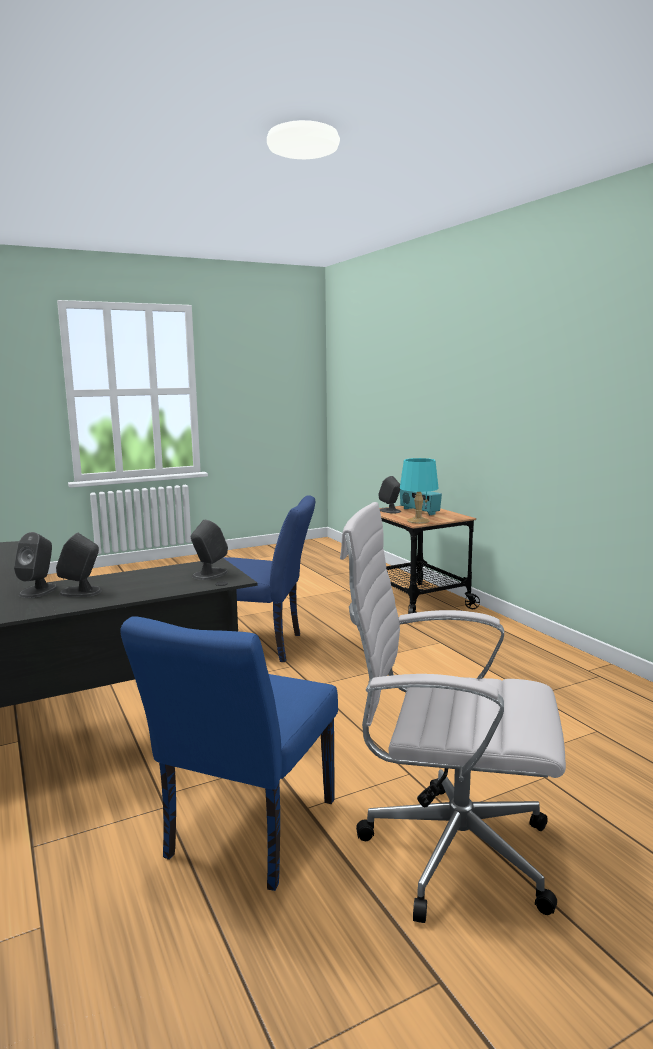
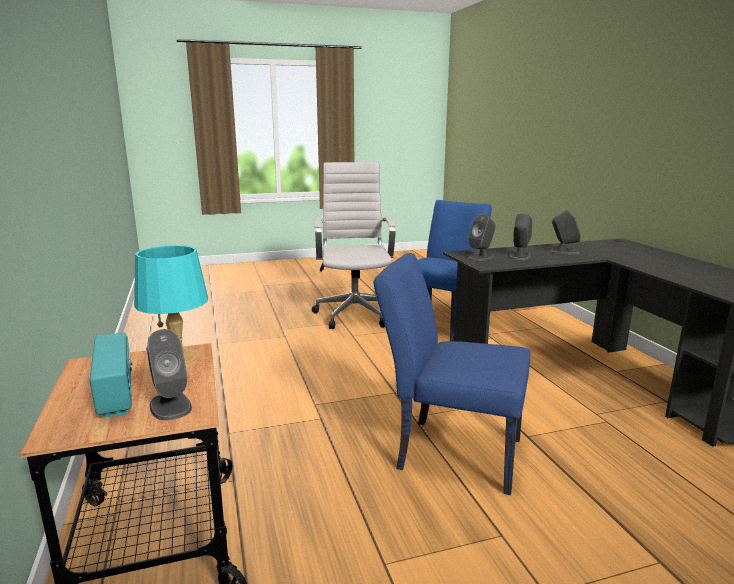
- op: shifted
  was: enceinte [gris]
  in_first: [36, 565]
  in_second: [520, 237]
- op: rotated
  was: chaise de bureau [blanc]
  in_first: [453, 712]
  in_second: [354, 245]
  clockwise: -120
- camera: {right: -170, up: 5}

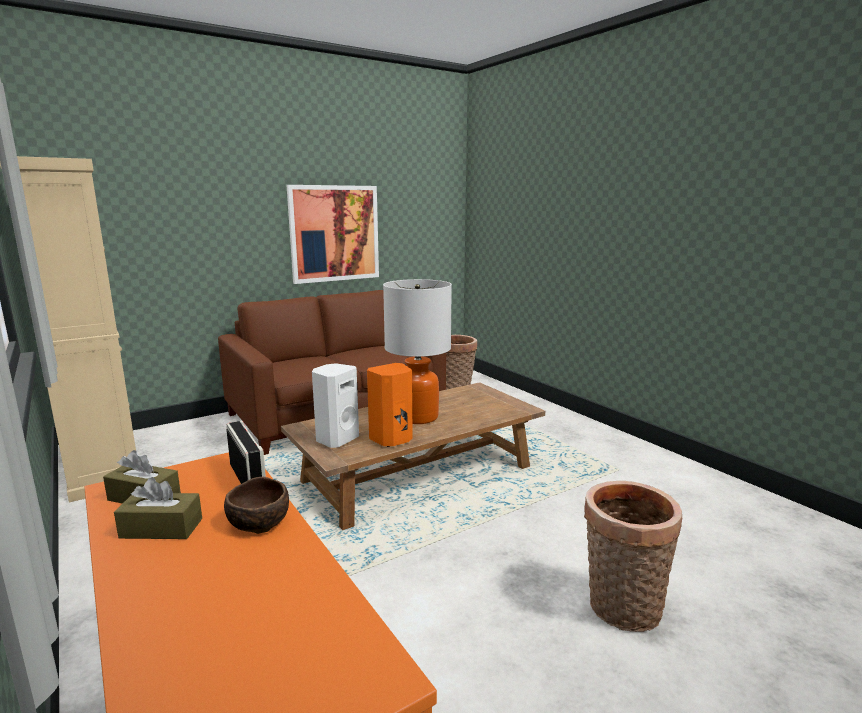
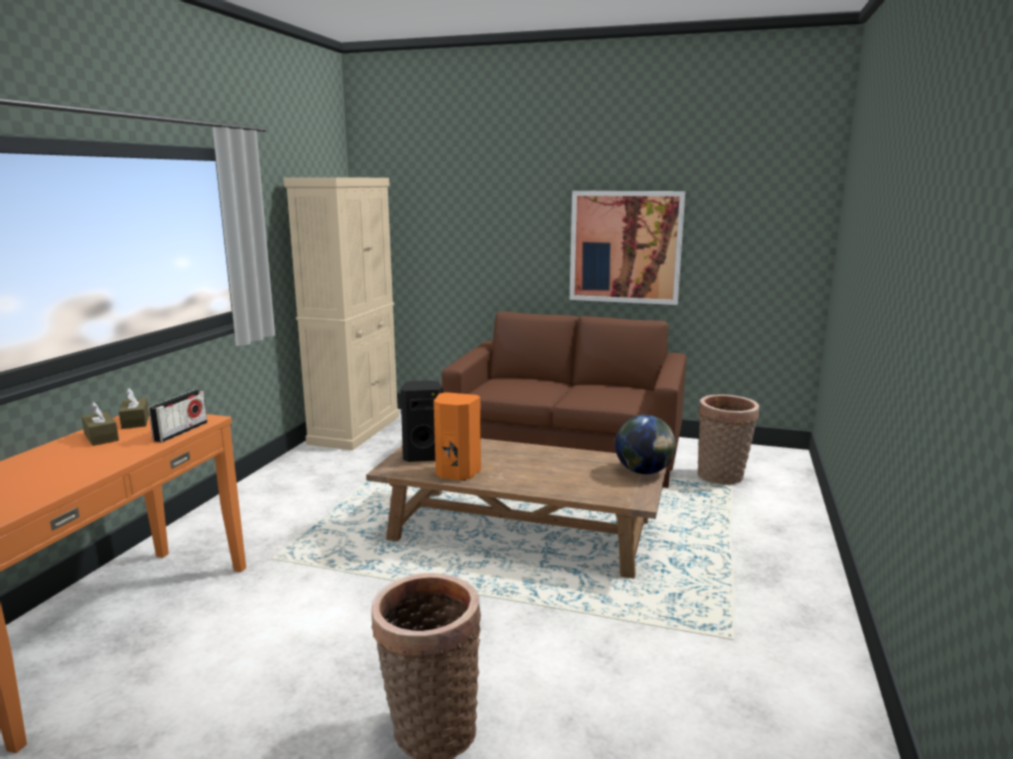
- op: gone
  was: bol [marron]
  in_first: [256, 505]
- op: repainted
  was: enceinte [blanc]
  now: enceinte [noir]
  in_first: [335, 405]
  in_second: [421, 421]
- op: gone
  was: lampe de table
  in_first: [417, 351]
- op: new
  now: globe
  in_second: [645, 444]
- camera: {right: 50, up: 0}

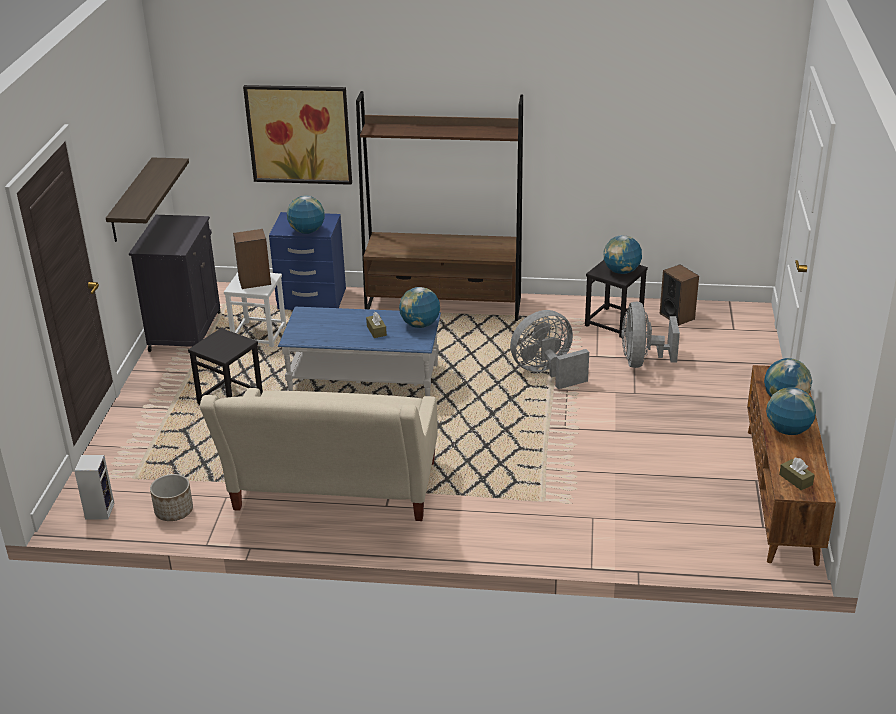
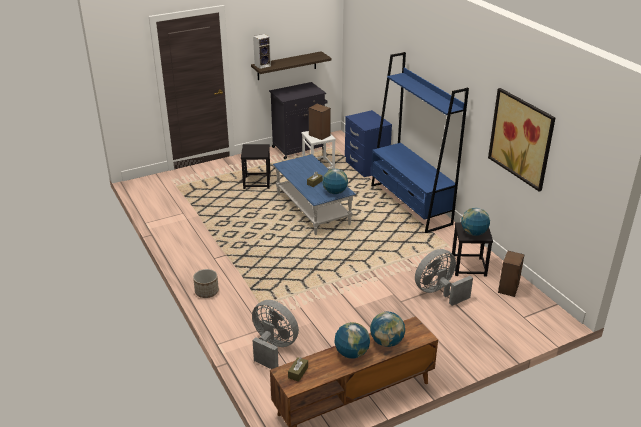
- op: shifted
  was: enceinte
  in_first: [94, 487]
  in_second: [262, 51]
- op: shifted
  was: cache-pot
  in_first: [171, 497]
  in_second: [206, 283]
- op: gone
  was: canapé [beige]
  in_first: [319, 454]
- op: shifted
  was: tableau
  in_first: [297, 135]
  in_second: [522, 140]
- op: gone
  was: globe
  in_first: [306, 214]
- op: repainted
  was: bibliothèque [marron]
  now: bibliothèque [bleu]
  in_first: [439, 206]
  in_second: [420, 142]
- op: shifted
  was: ventilateur [gris]
  in_first: [549, 349]
  in_second: [275, 334]
- camera: {right: 55, up: 0}

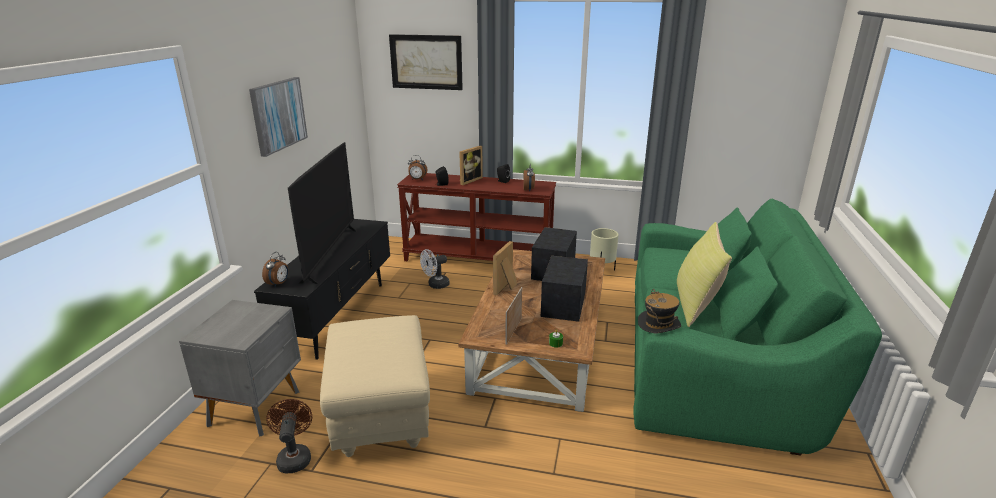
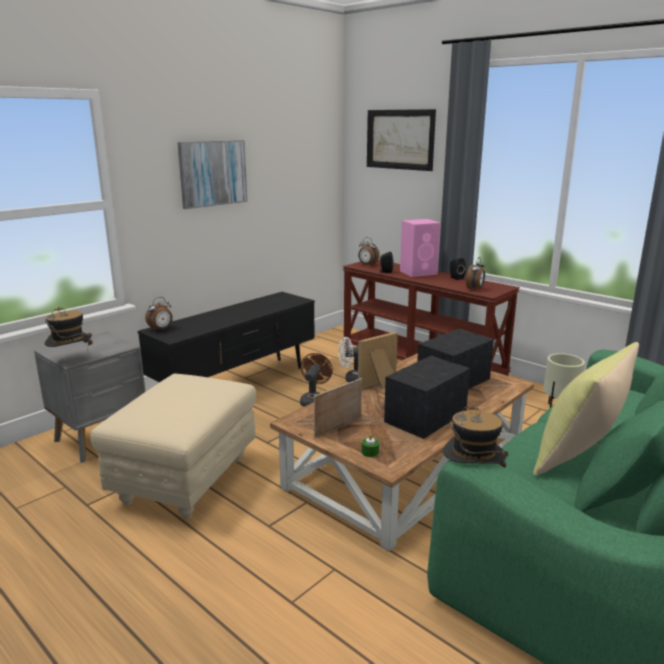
- op: shifted
  was: ventilateur [marron]
  in_first: [289, 436]
  in_second: [316, 380]
- op: gone
  was: téléviseur
  in_first: [322, 213]
- op: swapped
  was: cadre photo
  now: enceinte [rose]
  in_first: [471, 165]
  in_second: [420, 248]
- op: new
  now: chapeau
  in_second: [68, 329]
- camera: {right: 30, up: -5}

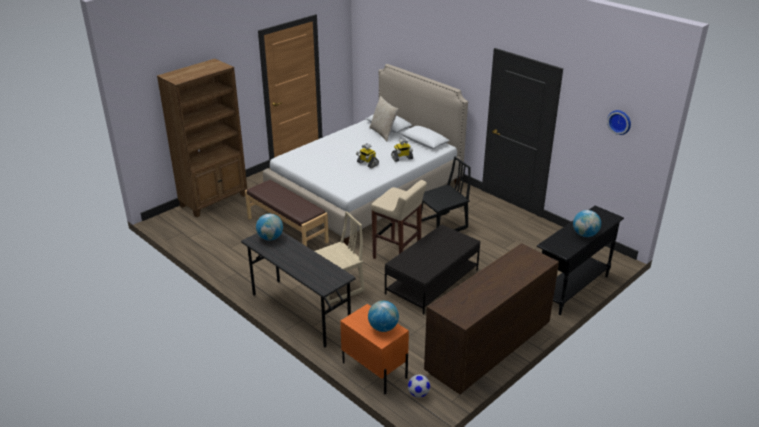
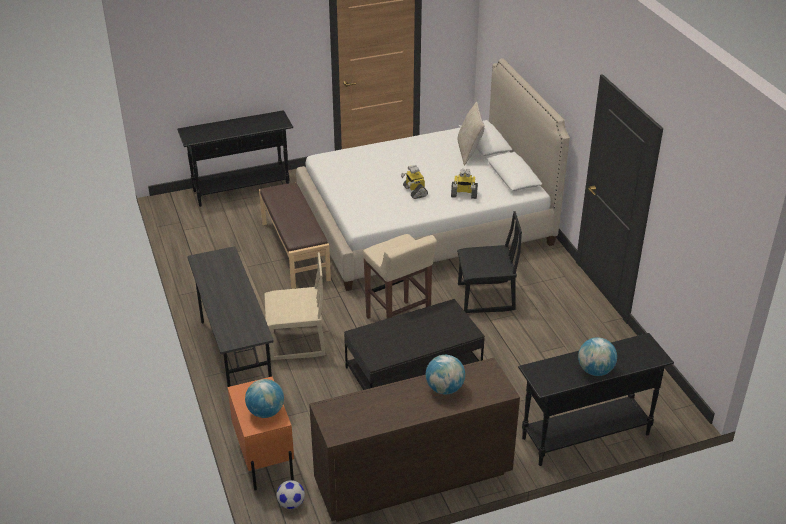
- op: swapped
  was: bibliothèque [marron]
  now: table console [noir]
  in_first: [202, 138]
  in_second: [235, 158]
- op: shifted
  was: globe
  in_first: [269, 227]
  in_second: [445, 375]
- op: gone
  was: horloge murale
  in_first: [619, 122]
- camera: {right: 25, up: 5}

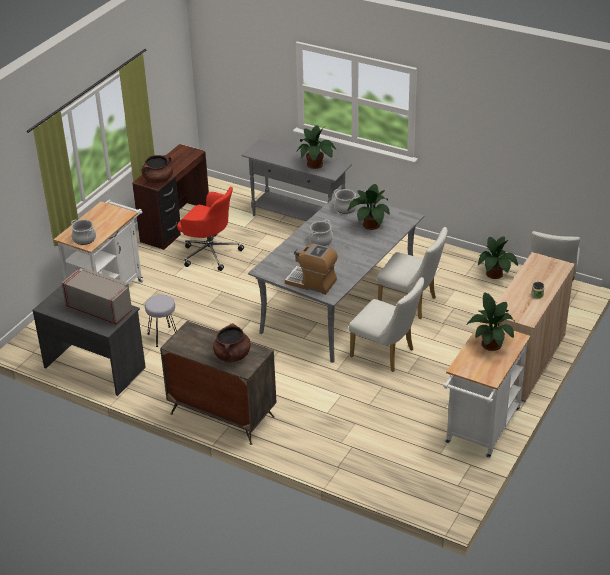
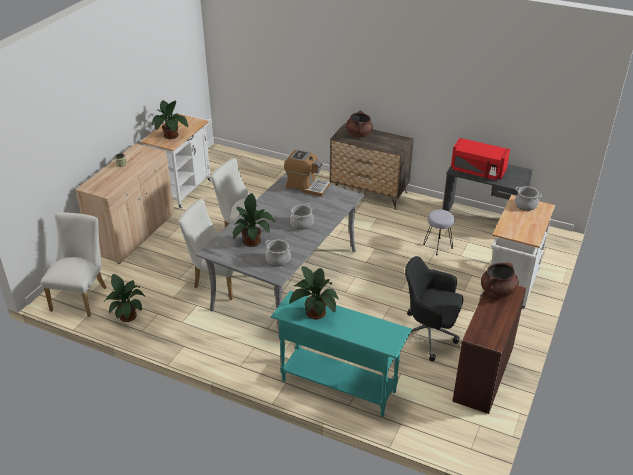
- op: repainted
  was: micro-ondes [gris]
  now: micro-ondes [rouge]
  in_first: [96, 296]
  in_second: [480, 159]
- op: repainted
  was: chaise de bureau [rouge]
  now: chaise de bureau [noir]
  in_first: [210, 229]
  in_second: [434, 309]
- op: repainted
  was: table console [gris]
  now: table console [turquoise]
  in_first: [296, 180]
  in_second: [341, 354]
- camera: {right: 175, up: 0}

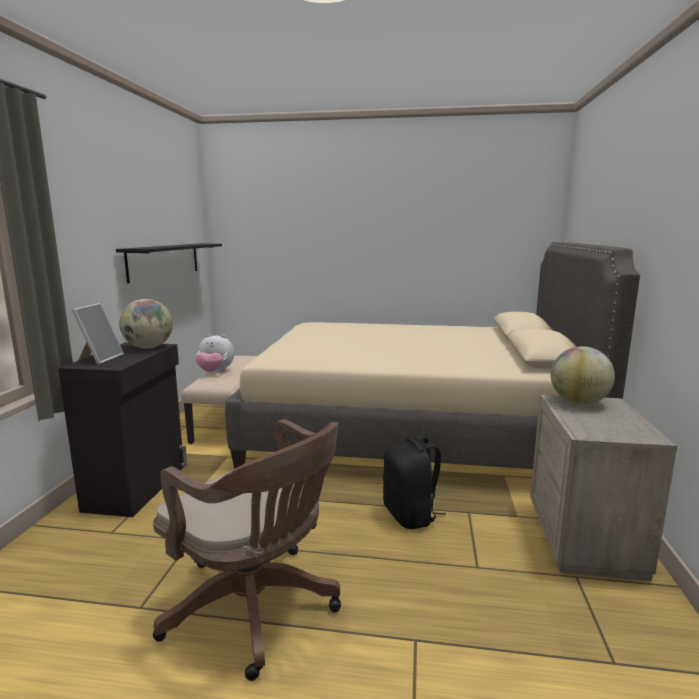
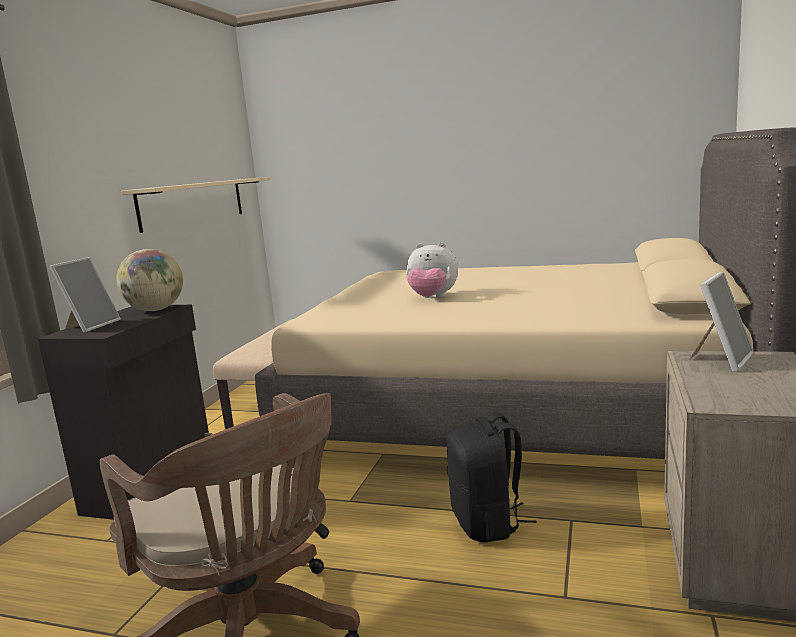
- op: repainted
  was: étagère [noir]
  now: étagère [beige]
  in_first: [169, 264]
  in_second: [196, 205]
- op: shifted
  was: peluche
  in_first: [215, 353]
  in_second: [432, 270]
- op: swapped
  was: globe
  now: cadre photo
  in_first: [582, 375]
  in_second: [721, 322]
- camera: {right: 10, up: 0}

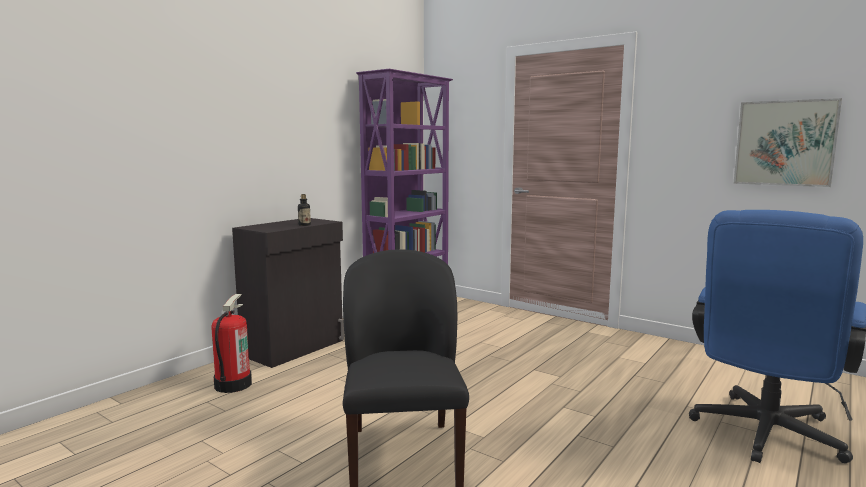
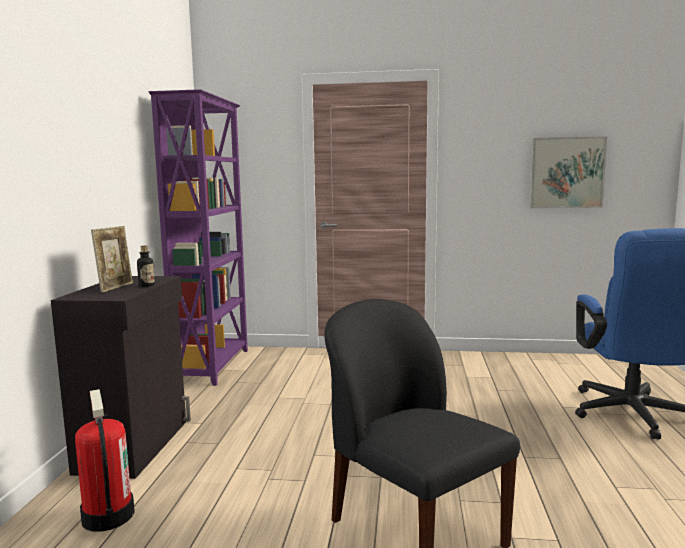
- op: new
  now: cadre photo
  in_second: [112, 259]
- camera: {right: -30, up: 0}

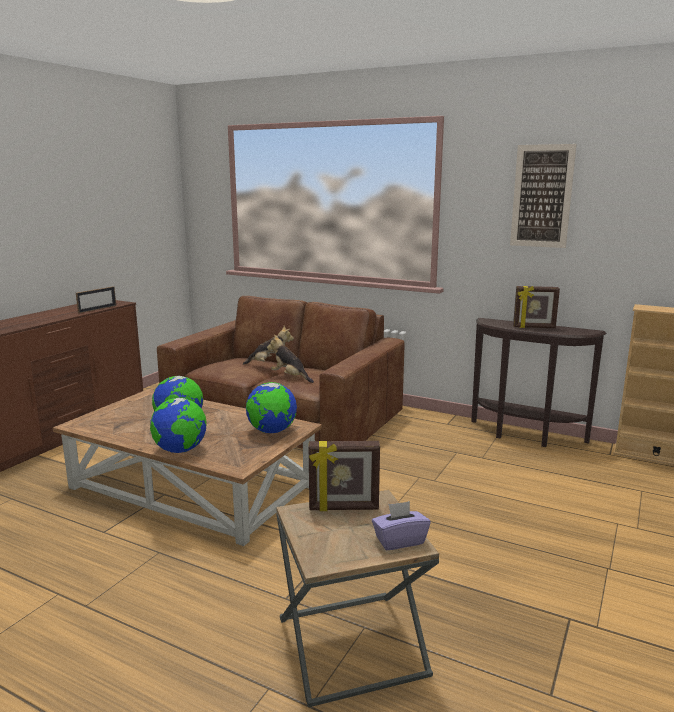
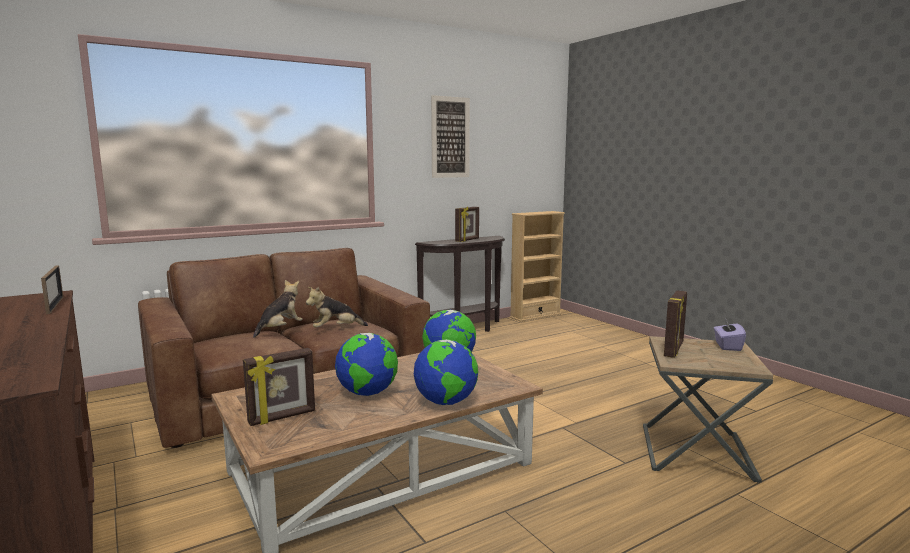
- op: new
  now: cadre photo
  in_second: [279, 387]
- camera: {right: -60, up: -5}

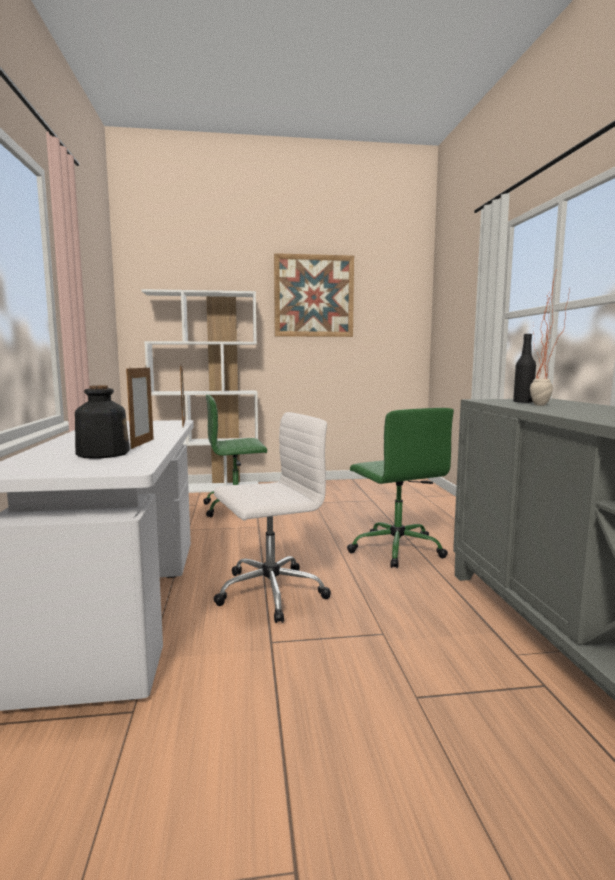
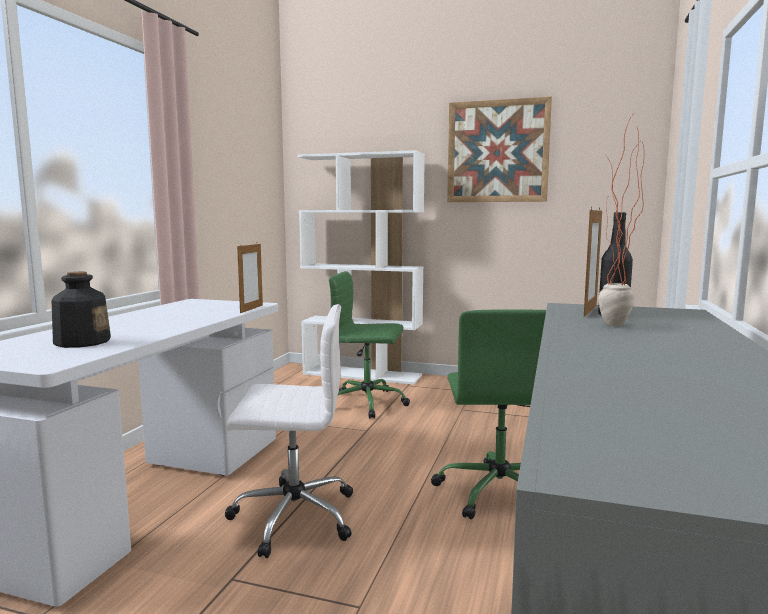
- op: shifted
  was: cadre photo
  in_first: [140, 407]
  in_second: [593, 261]
- camera: {right: 25, up: 0}

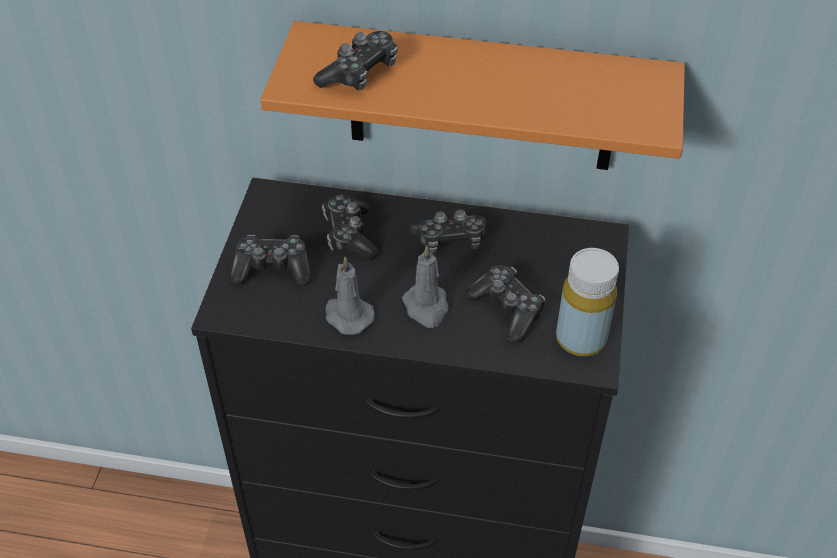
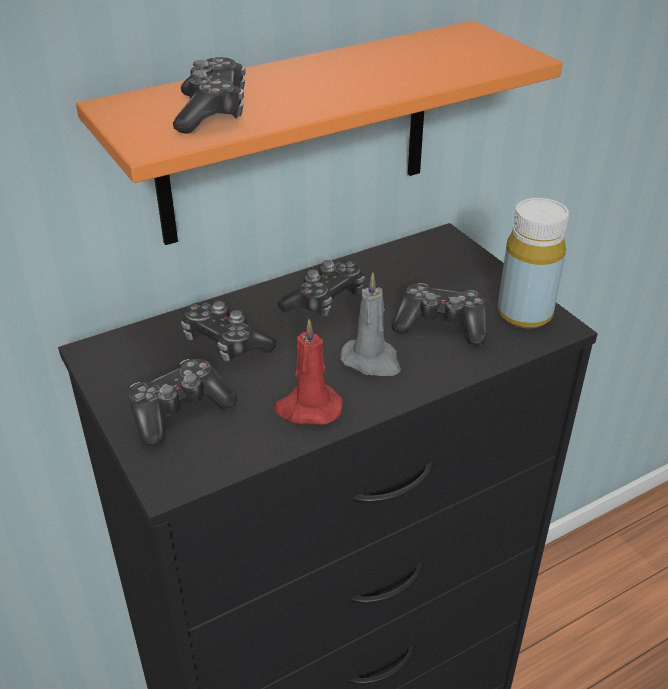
- op: repainted
  was: bougie [gris]
  now: bougie [rouge]
  in_first: [350, 296]
  in_second: [308, 372]
- camera: {right: -40, up: -10}

